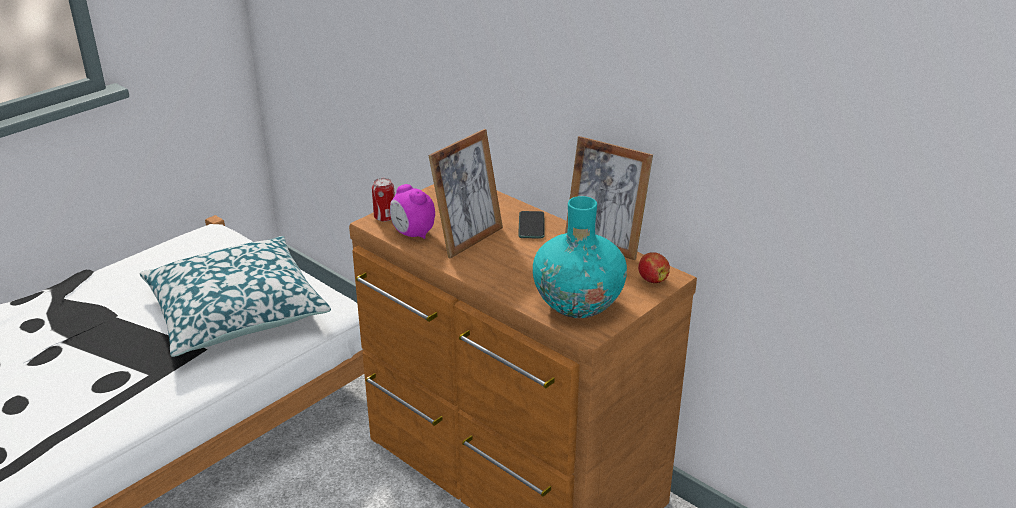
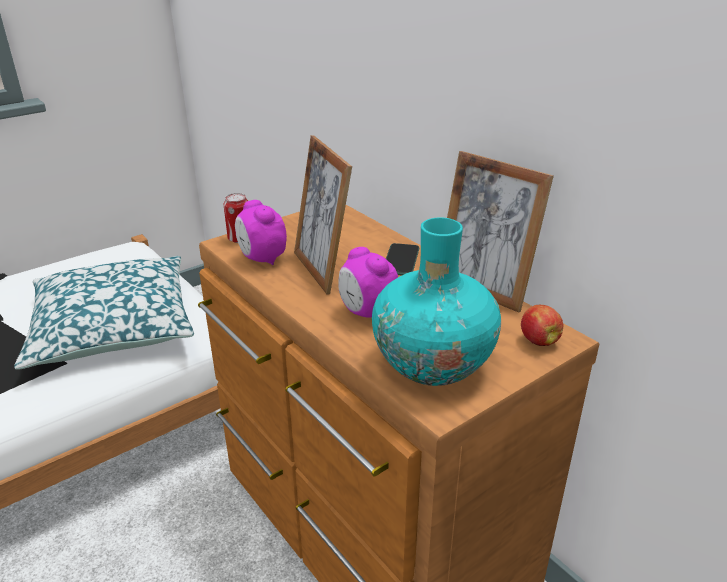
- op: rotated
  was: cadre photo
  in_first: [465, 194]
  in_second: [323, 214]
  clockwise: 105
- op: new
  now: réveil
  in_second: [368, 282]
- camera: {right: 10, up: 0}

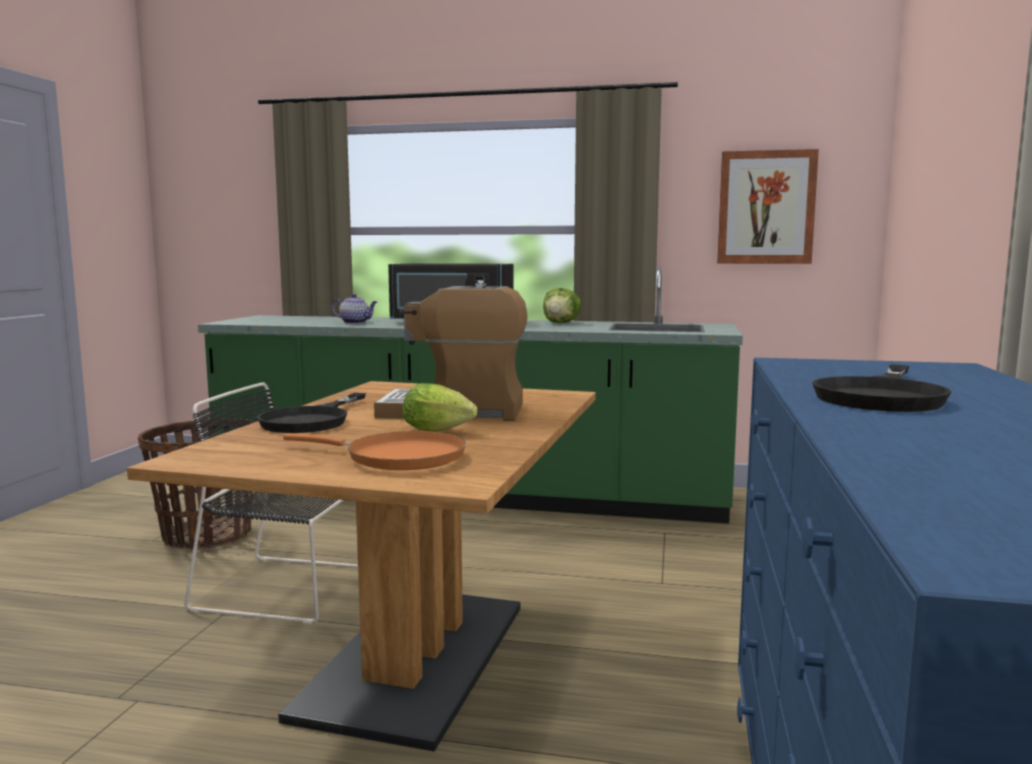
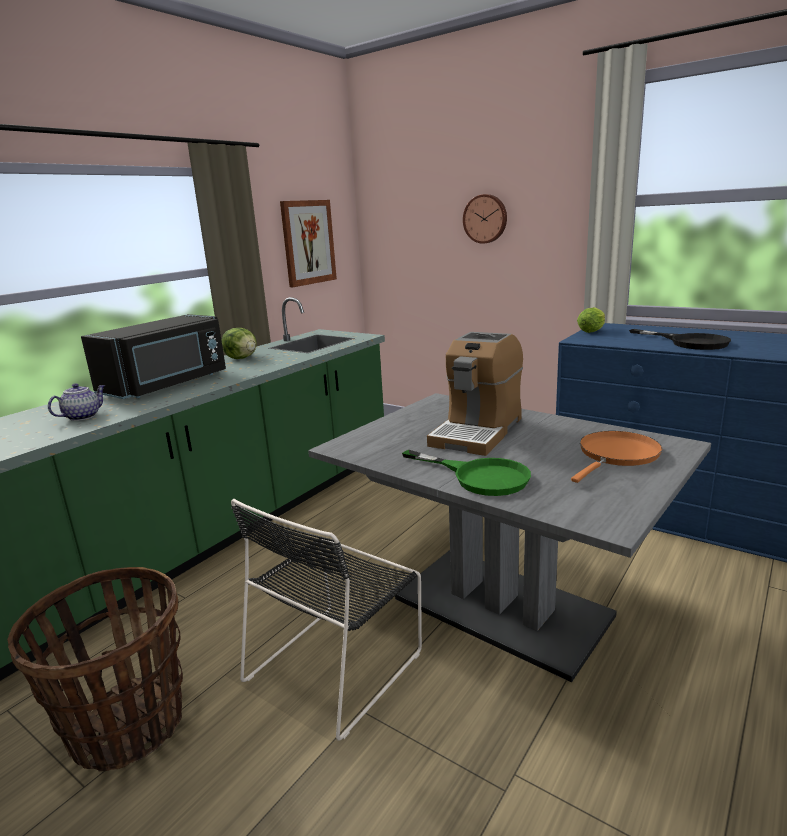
- op: repainted
  was: table à manger [marron]
  now: table à manger [gris]
  in_first: [361, 566]
  in_second: [509, 537]
- op: repainted
  was: poêle [noir]
  now: poêle [vert]
  in_first: [311, 413]
  in_second: [466, 473]
- op: shifted
  was: laitue
  in_first: [440, 407]
  in_second: [591, 320]
- op: new
  now: horloge murale
  in_second: [485, 219]
- camera: {right: -65, up: 10}

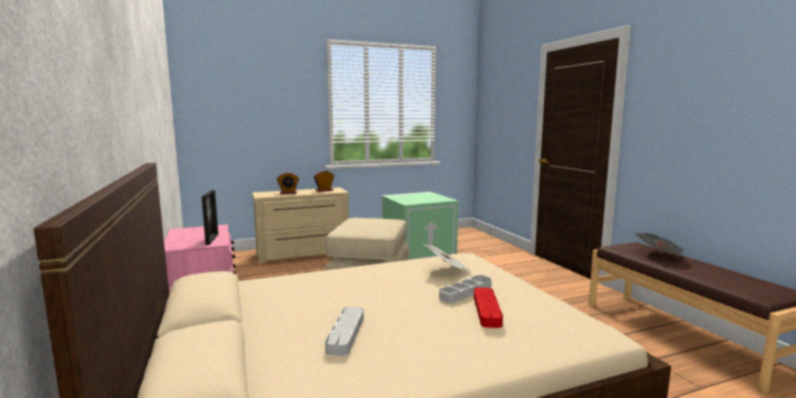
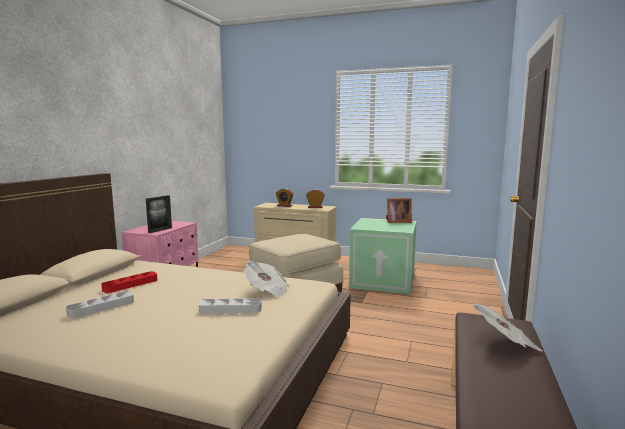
- op: shifted
  was: plateau [rouge]
  in_first: [488, 308]
  in_second: [129, 282]
- op: new
  now: cadre photo
  in_second: [399, 210]
- camera: {right: 40, up: 0}

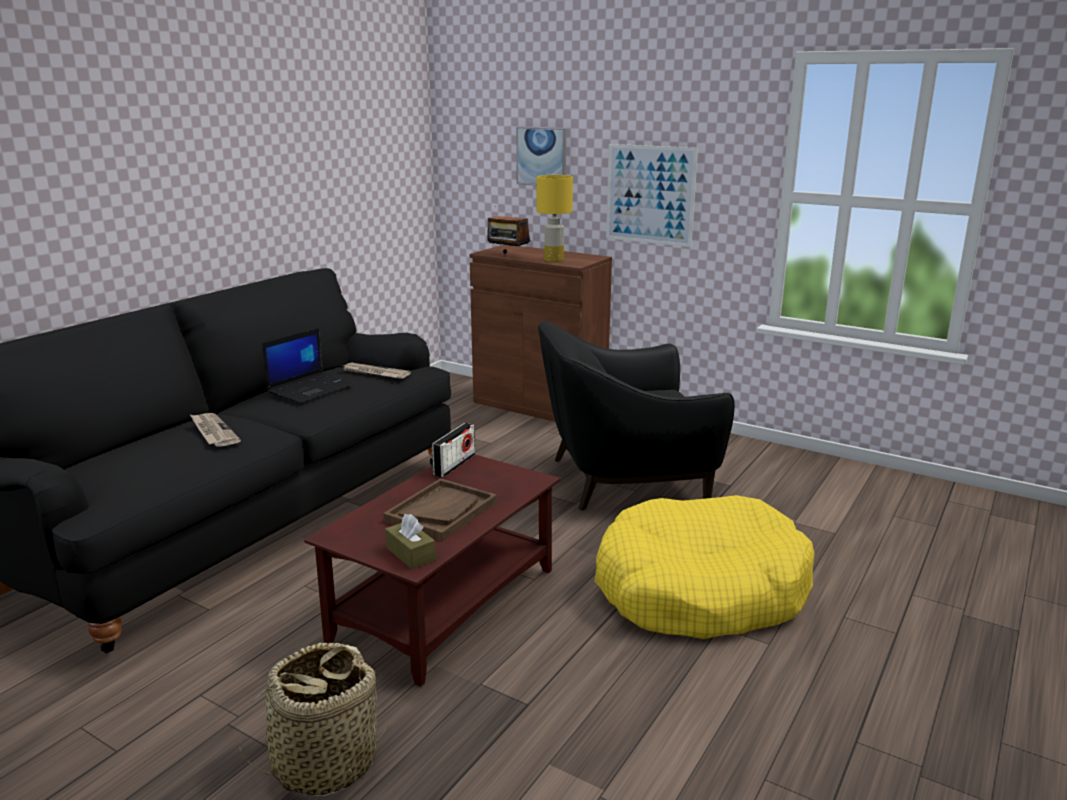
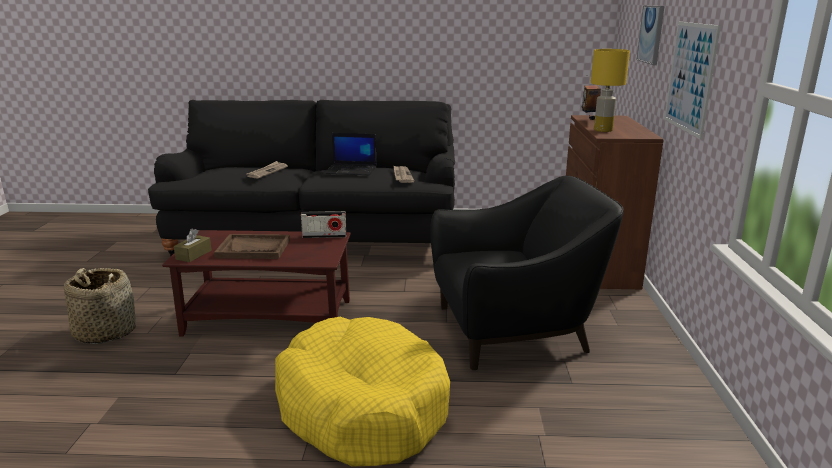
- op: rotated
  was: fauteuil [noir]
  in_first: [636, 415]
  in_second: [527, 273]
  clockwise: 120
- camera: {right: 60, up: 0}

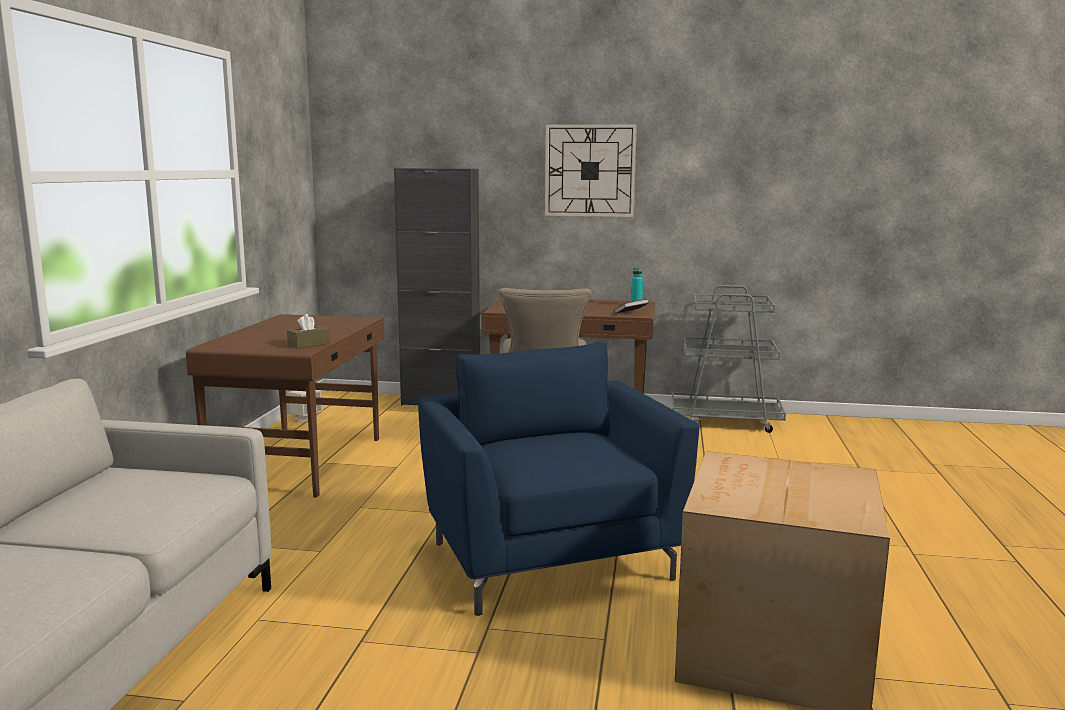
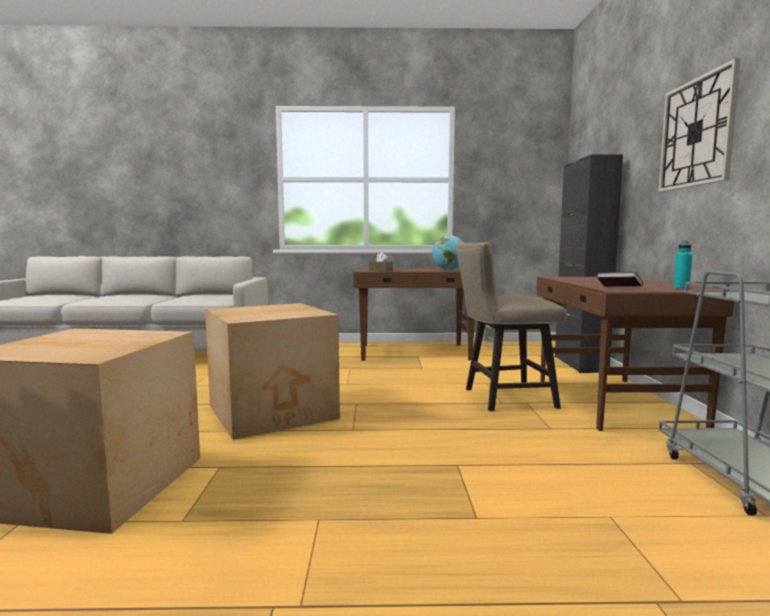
- op: swapped
  was: fauteuil [bleu]
  now: carton
  in_first: [558, 479]
  in_second: [272, 371]
- op: new
  now: globe
  in_second: [447, 252]
- camera: {right: 80, up: -5}

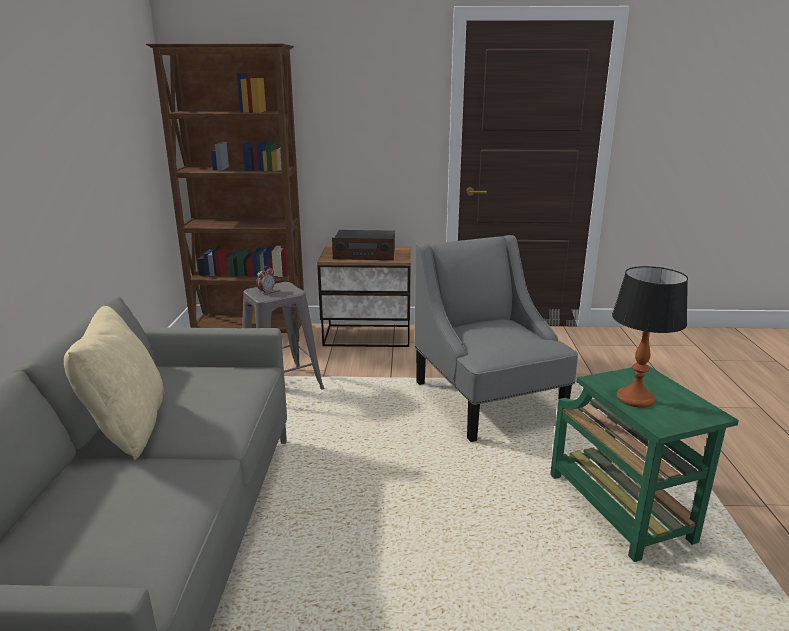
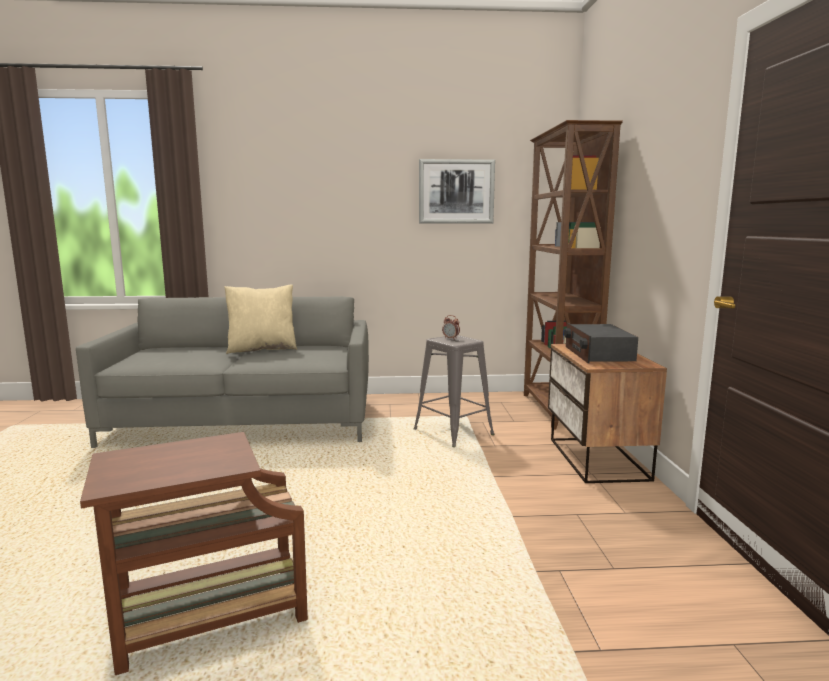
- op: gone
  was: fauteuil [gris]
  in_first: [496, 338]
- op: repainted
  was: table d'appoint [vert]
  now: table d'appoint [marron]
  in_first: [644, 464]
  in_second: [194, 553]
- op: gone
  was: lampe de table
  in_first: [650, 337]
- op: new
  now: tableau
  in_second: [457, 191]
- camera: {right: 85, up: -10}

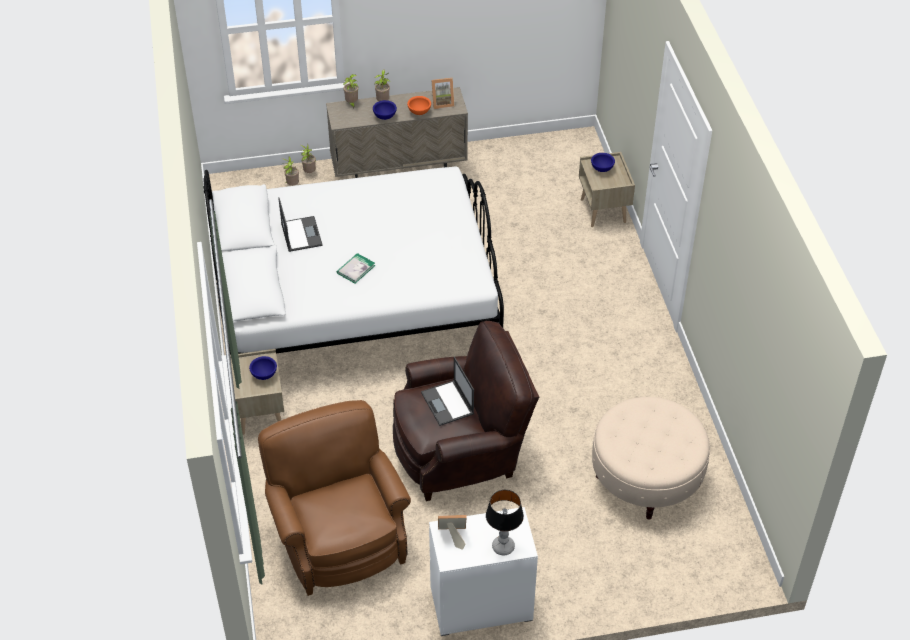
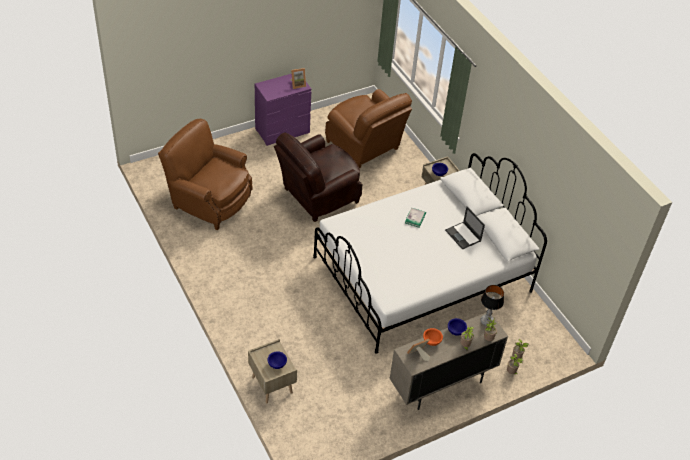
- op: gone
  was: ordinateur portable
  in_first: [447, 391]
- op: repainted
  was: commode [blanc]
  now: commode [violet]
  in_first: [483, 571]
  in_second: [283, 110]
- op: shifted
  was: lampe de table
  in_first: [505, 522]
  in_second: [492, 305]
- op: swapped
  was: pouf [beige]
  now: fauteuil [marron]
  in_first: [651, 458]
  in_second: [205, 174]
- camera: {right: 160, up: 0}

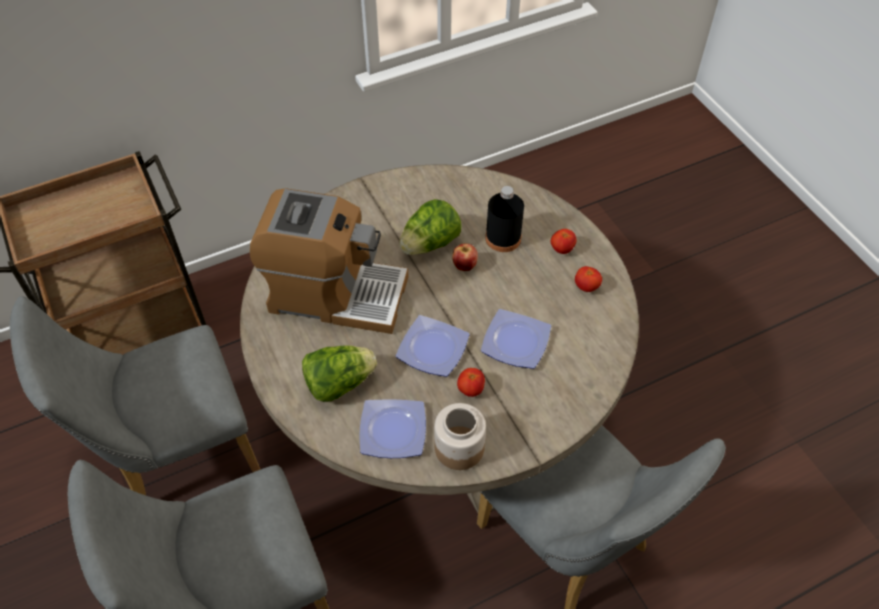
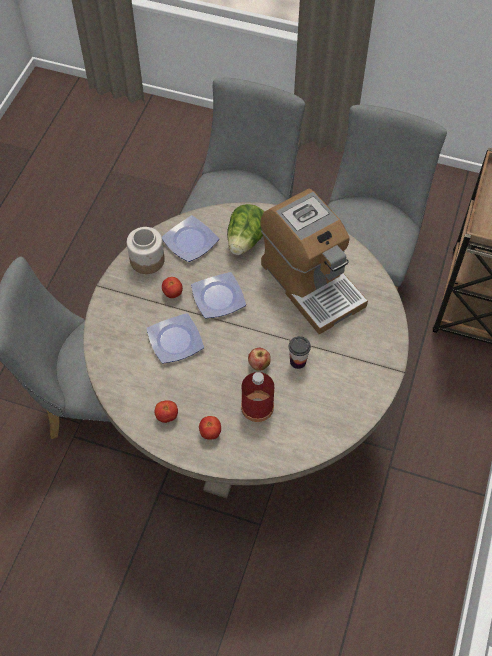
- op: rotated
  was: machine à café
  in_first: [329, 261]
  in_second: [314, 261]
  clockwise: -90
- op: swapped
  was: laitue
  now: tasse
  in_first: [430, 227]
  in_second: [300, 352]
- op: repainted
  was: bouteille [noir]
  now: bouteille [rouge]
  in_first: [504, 219]
  in_second: [257, 397]
- camera: {right: 135, up: 5}

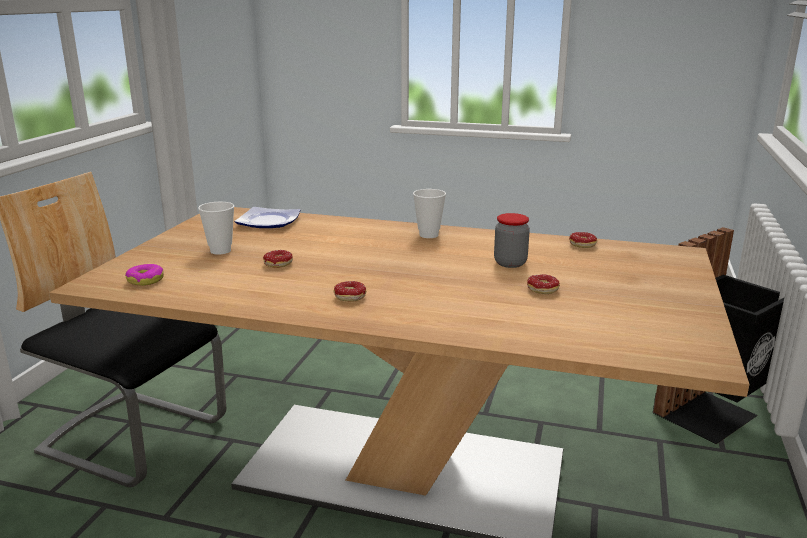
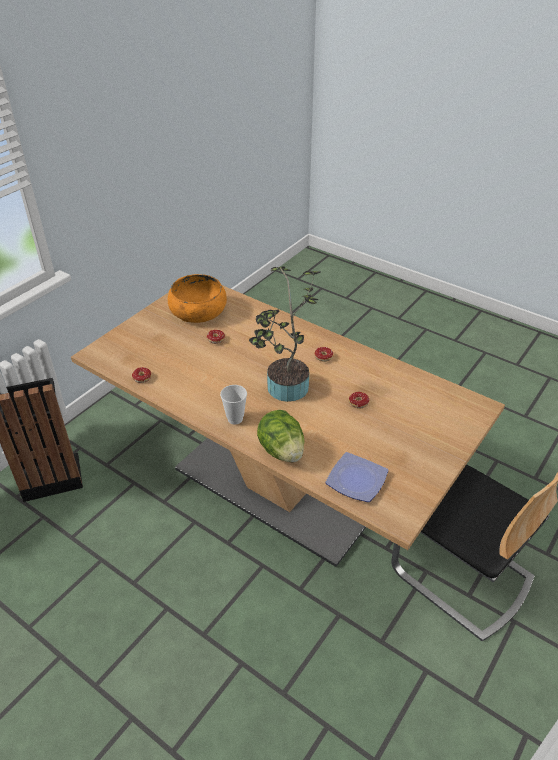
- op: gone
  was: beignet
  in_first: [144, 275]
- op: gone
  was: tasse
  in_first: [216, 228]
- op: gone
  was: bocal
  in_first: [512, 240]
- op: new
  now: bol [orange]
  in_second: [197, 298]
- op: new
  now: plante en pot
  in_second: [285, 334]
- op: new
  now: laitue
  in_second: [280, 436]
- camera: {right: -160, up: 20}

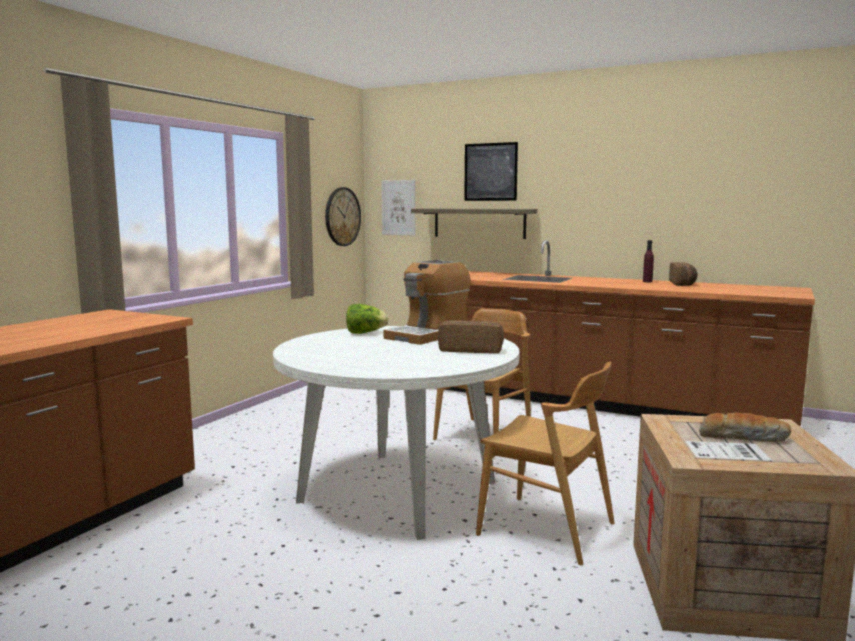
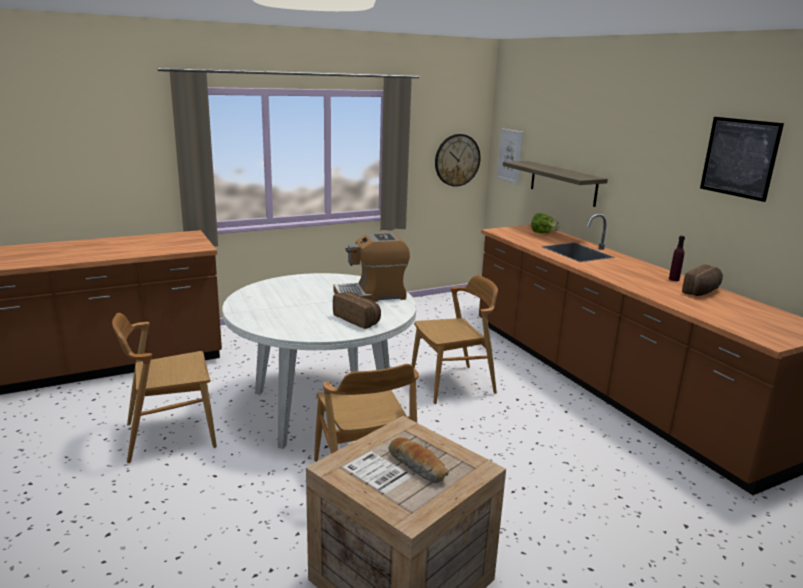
- op: shifted
  was: laitue
  in_first: [367, 319]
  in_second: [545, 223]
- op: shifted
  was: tableau
  in_first: [491, 171]
  in_second: [742, 159]
- op: new
  now: chaise [marron]
  in_second: [164, 388]
- camera: {right: 35, up: 10}

